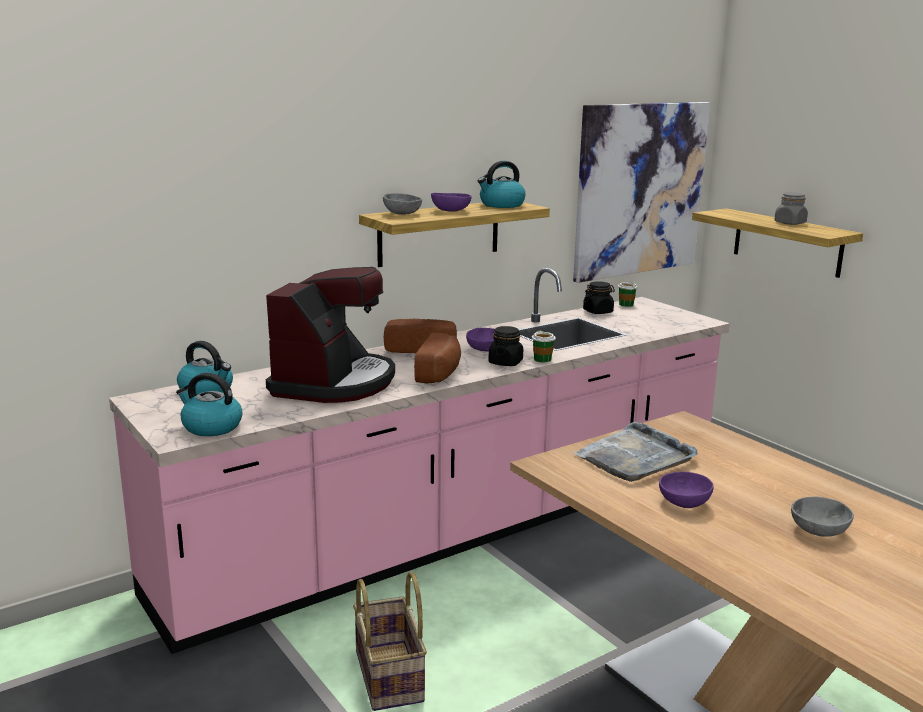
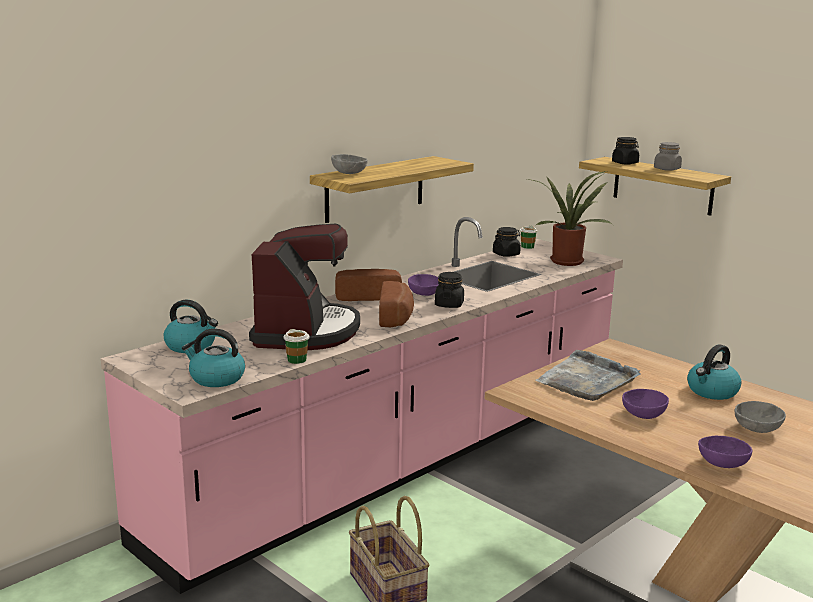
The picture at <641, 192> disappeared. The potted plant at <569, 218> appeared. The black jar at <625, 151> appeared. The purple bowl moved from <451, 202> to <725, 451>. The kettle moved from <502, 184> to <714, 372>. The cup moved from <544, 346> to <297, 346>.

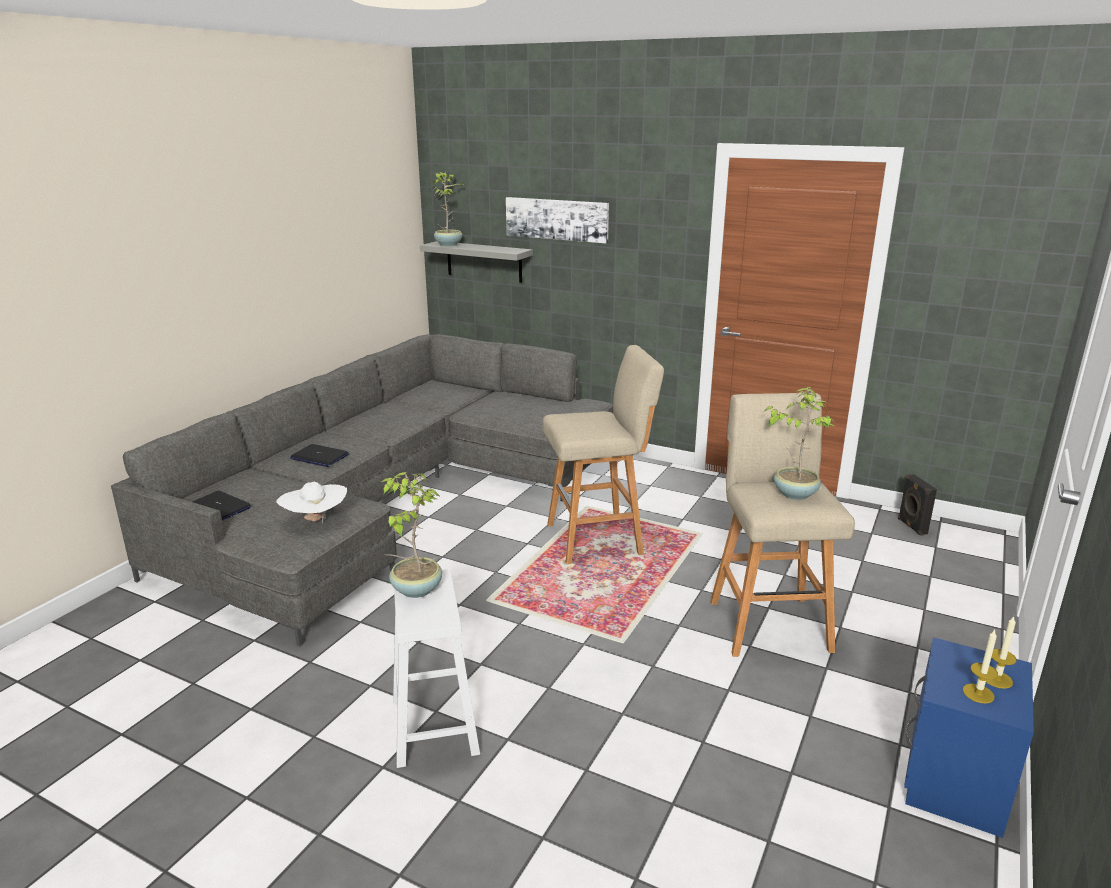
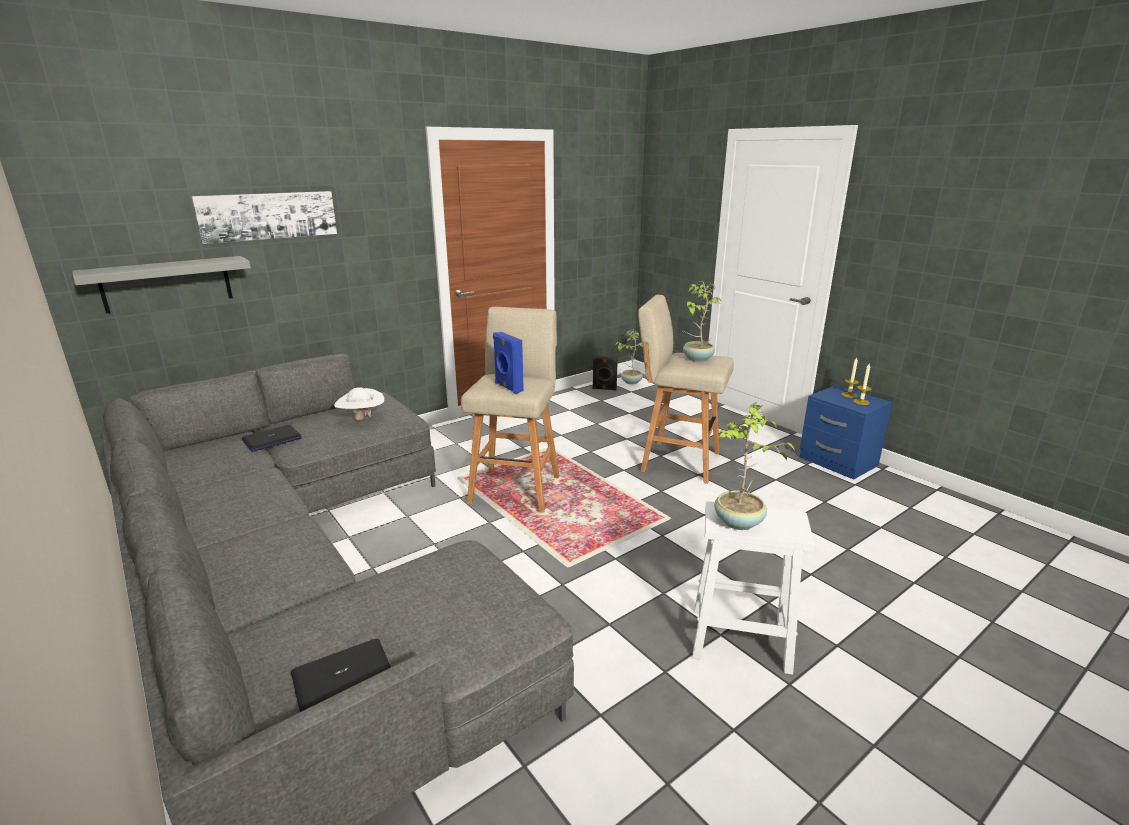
The blue speaker at <508, 363> appeared. The white hat moved from <311, 502> to <359, 403>. The laptop moved from <319, 455> to <272, 438>. The potted plant moved from <448, 209> to <629, 357>.

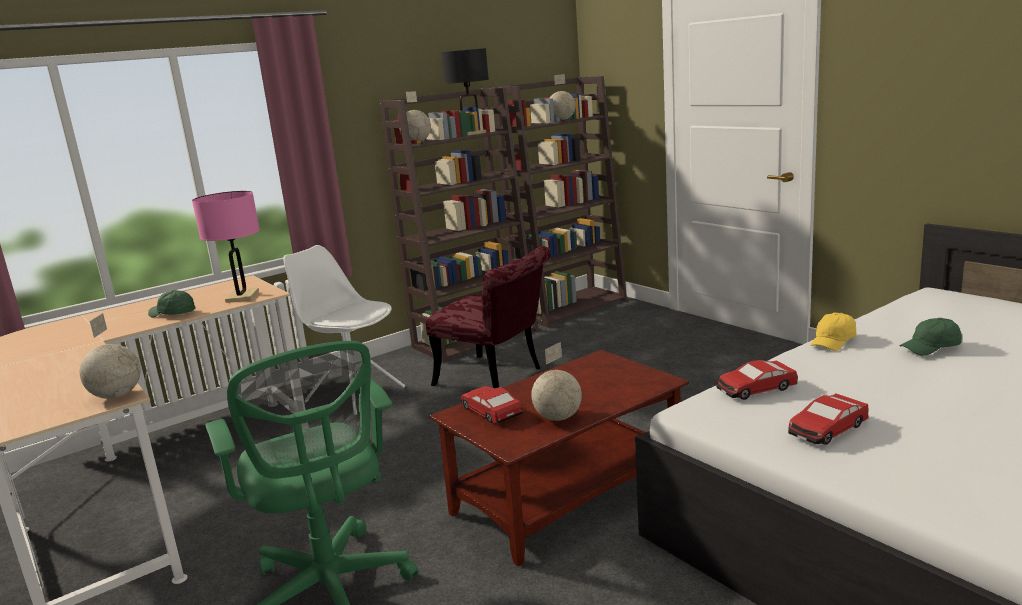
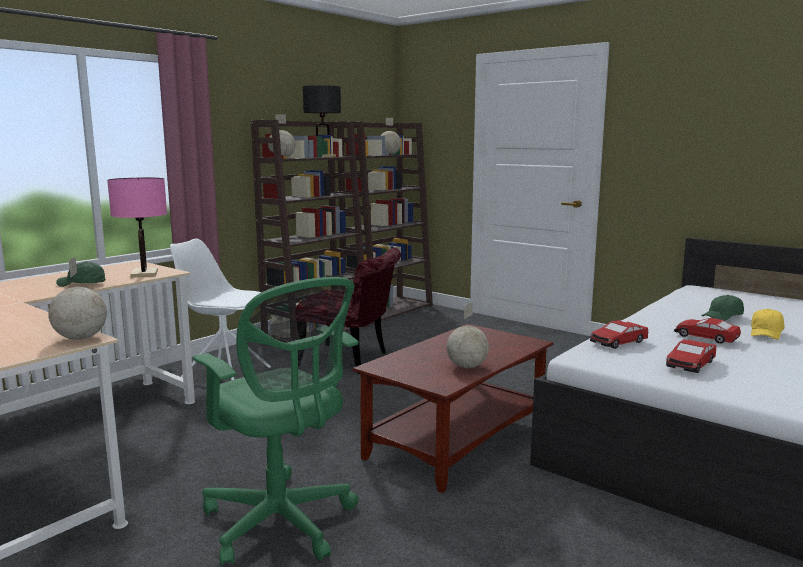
The toy car moved from <491, 405> to <707, 331>. The yellow cap moved from <833, 332> to <767, 324>.

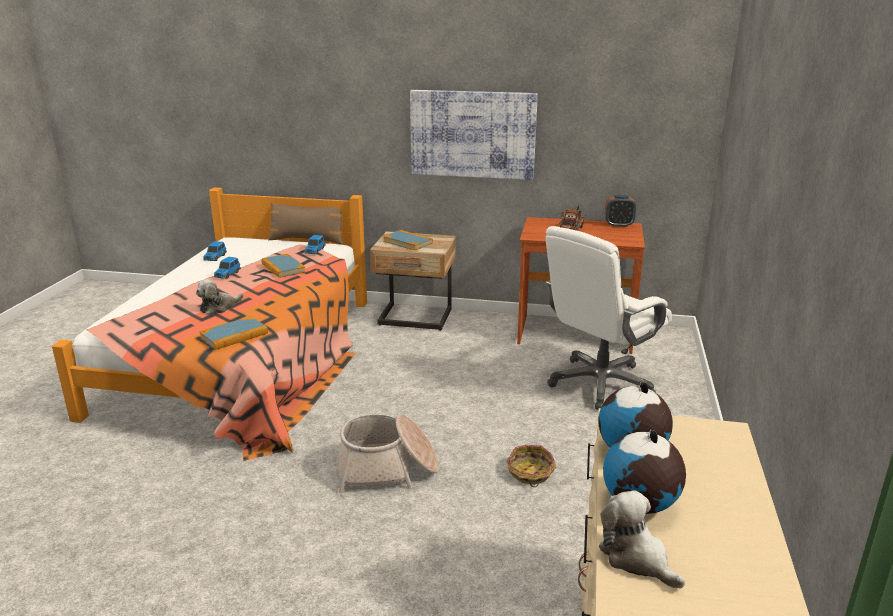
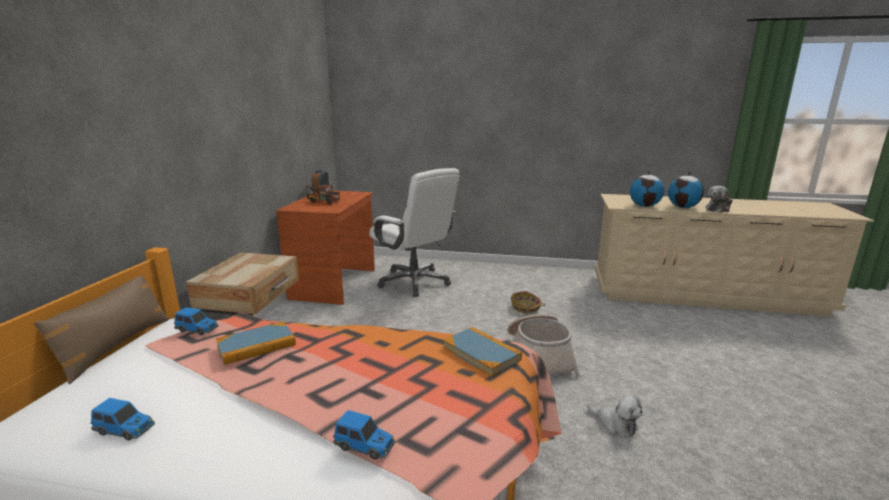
The book at <408, 240> disappeared. The picture at <474, 135> disappeared. The plush toy moved from <220, 297> to <614, 416>. The toy car moved from <227, 268> to <364, 434>.

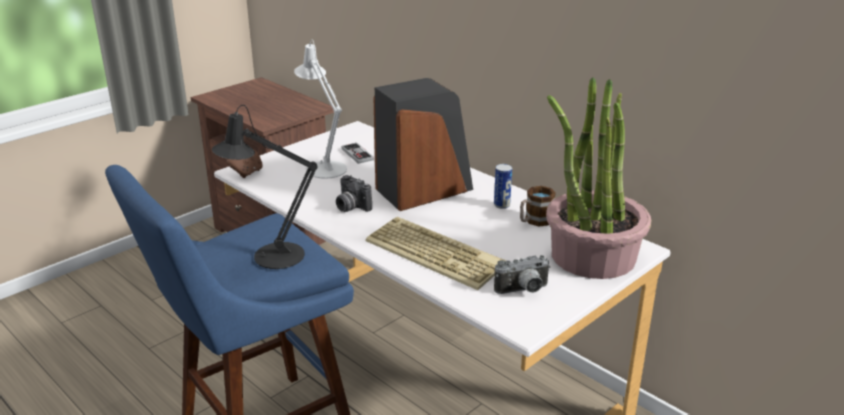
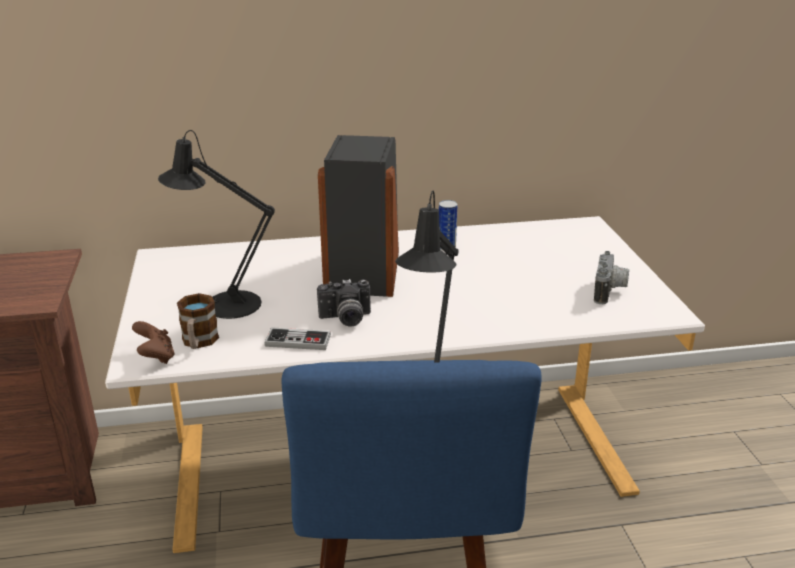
The keyboard at <436, 253> disappeared. The potted plant at <598, 178> disappeared. The game controller moved from <357, 153> to <297, 338>. The mug moved from <538, 206> to <198, 321>. The white table lamp at <320, 109> became the black table lamp at <216, 224>.

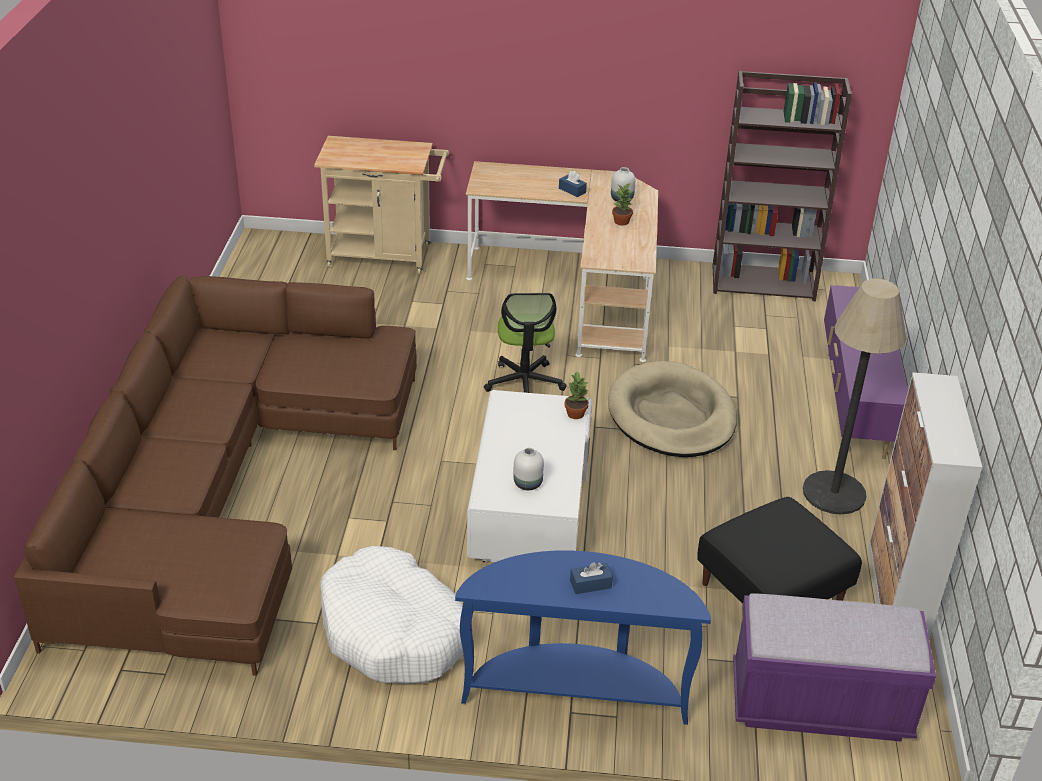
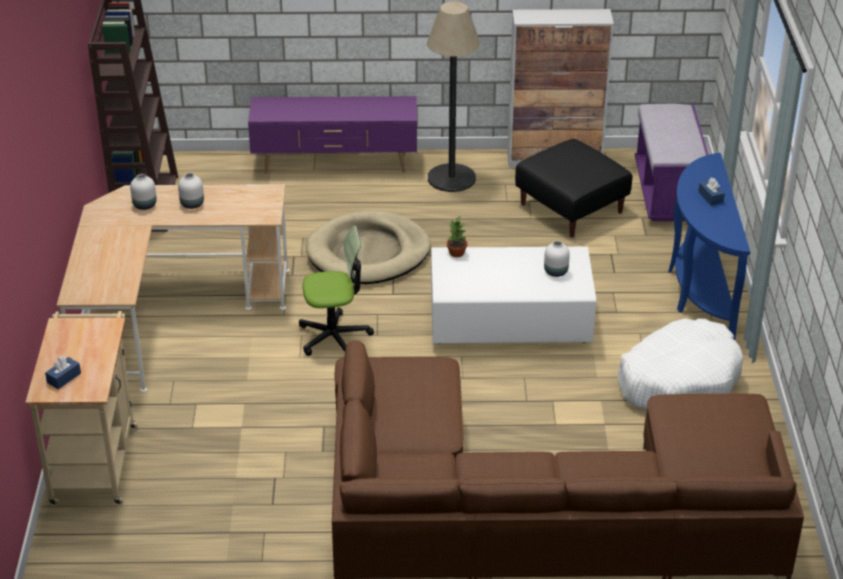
The blue tissue box moved from <573, 184> to <63, 372>. The potted plant at <622, 204> was replaced by the white vase at <191, 191>.

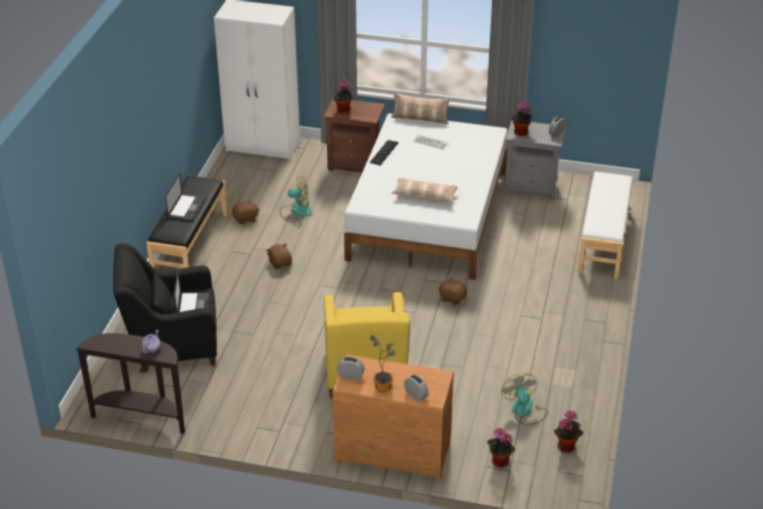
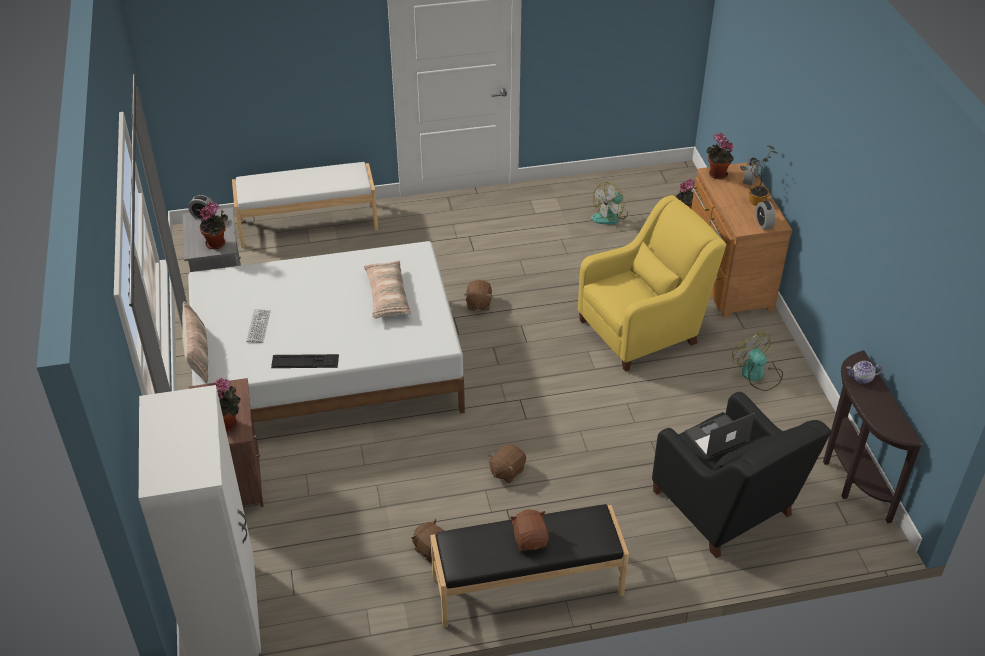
The fan moved from <296, 198> to <757, 361>. The potted plant moved from <568, 431> to <720, 156>. The laptop at <185, 197> was replaced by the brown plush toy at <529, 530>.

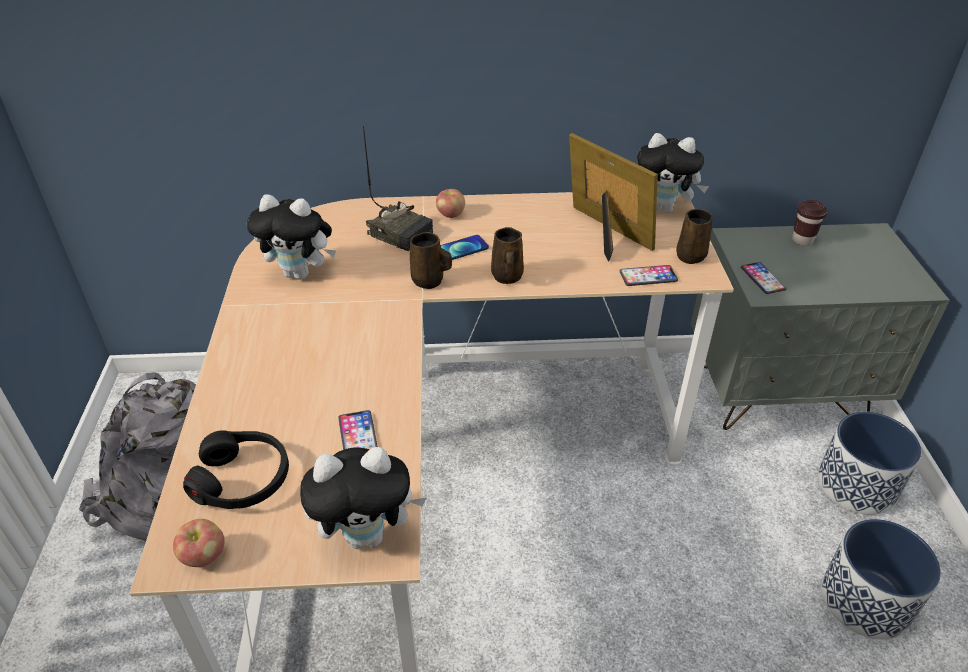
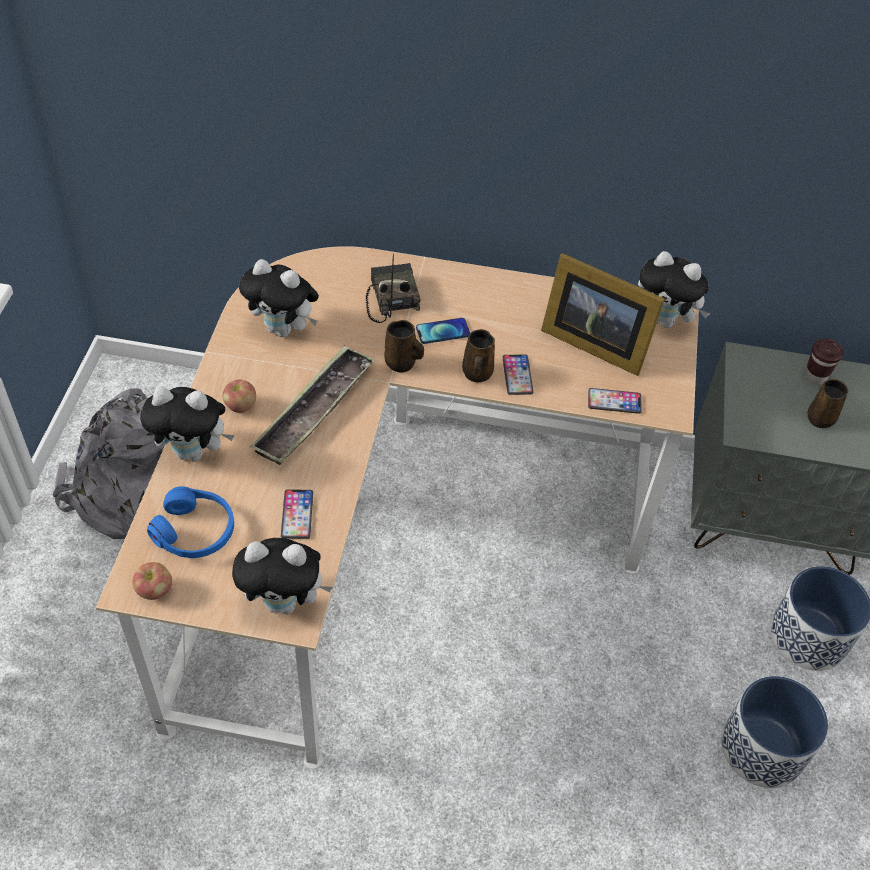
The plush toy at <187, 424> appeared. The tray at <312, 405> appeared. The apple moved from <450, 203> to <239, 396>. The brown mug moved from <694, 236> to <828, 403>. The phone moved from <763, 278> to <518, 374>. The black headphones at <236, 469> became the blue headphones at <190, 522>. The radio at <398, 189> turned 150 degrees counterclockwise. The picture frame at <613, 197> turned 150 degrees clockwise.

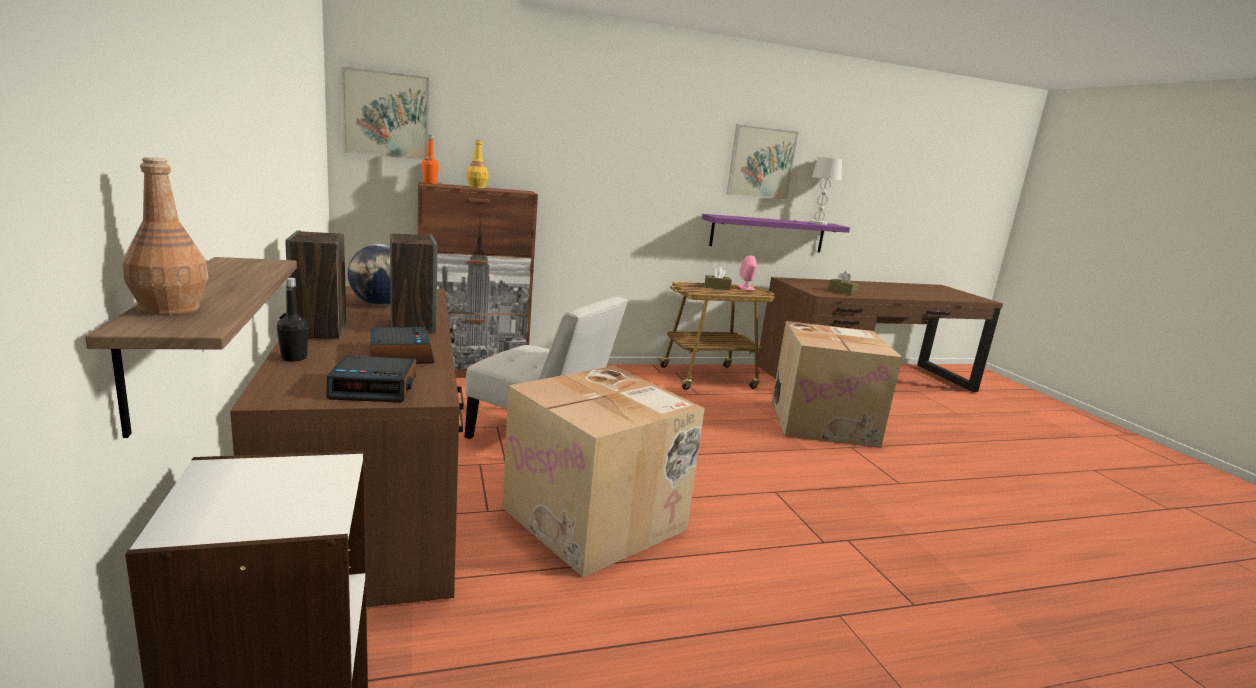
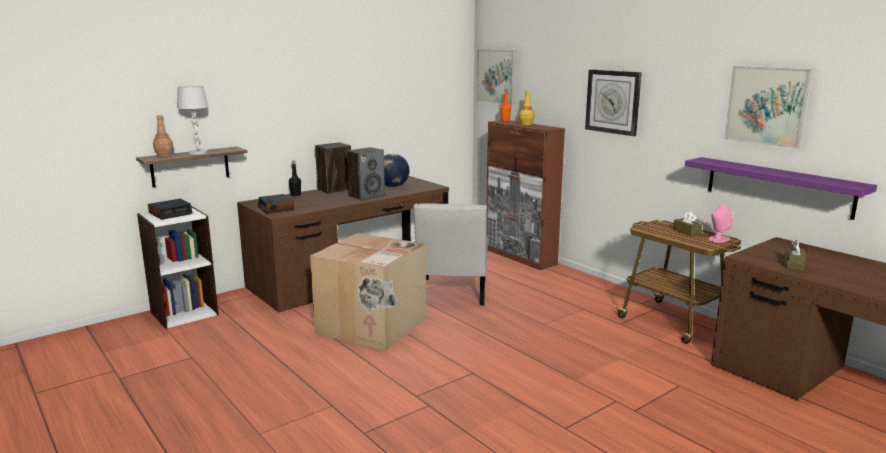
The cardboard box at <837, 384> disappeared. The wall clock at <613, 102> appeared. The alarm clock moved from <402, 345> to <170, 209>. The white table lamp moved from <826, 191> to <193, 120>.

